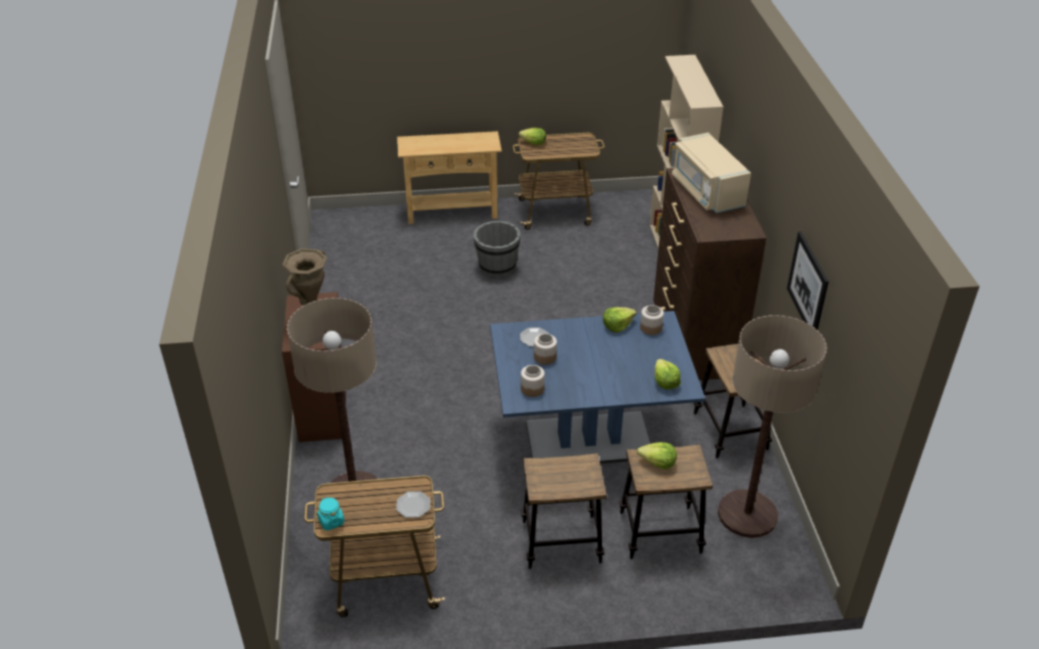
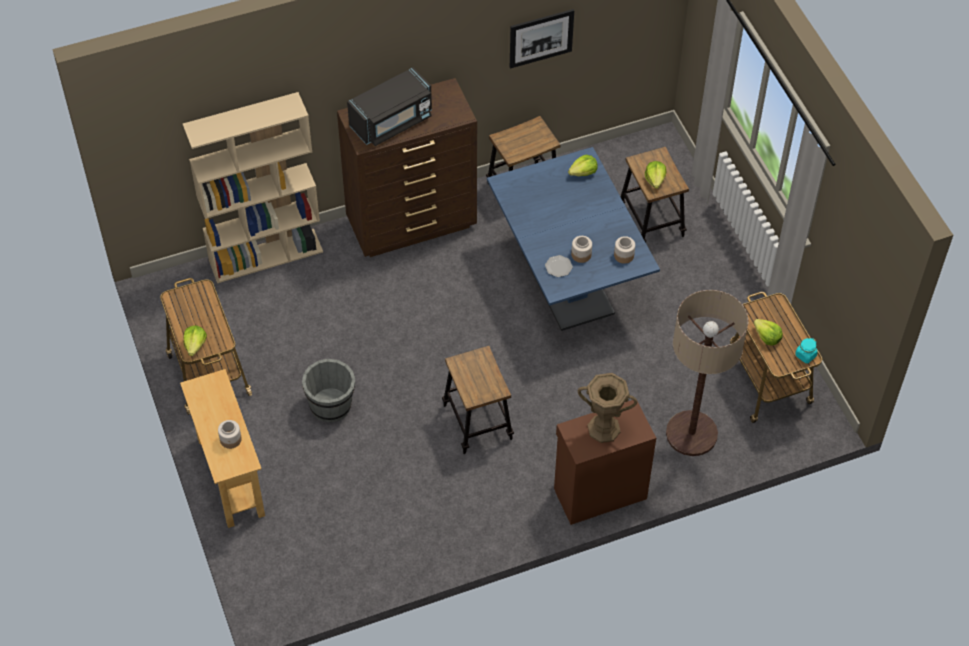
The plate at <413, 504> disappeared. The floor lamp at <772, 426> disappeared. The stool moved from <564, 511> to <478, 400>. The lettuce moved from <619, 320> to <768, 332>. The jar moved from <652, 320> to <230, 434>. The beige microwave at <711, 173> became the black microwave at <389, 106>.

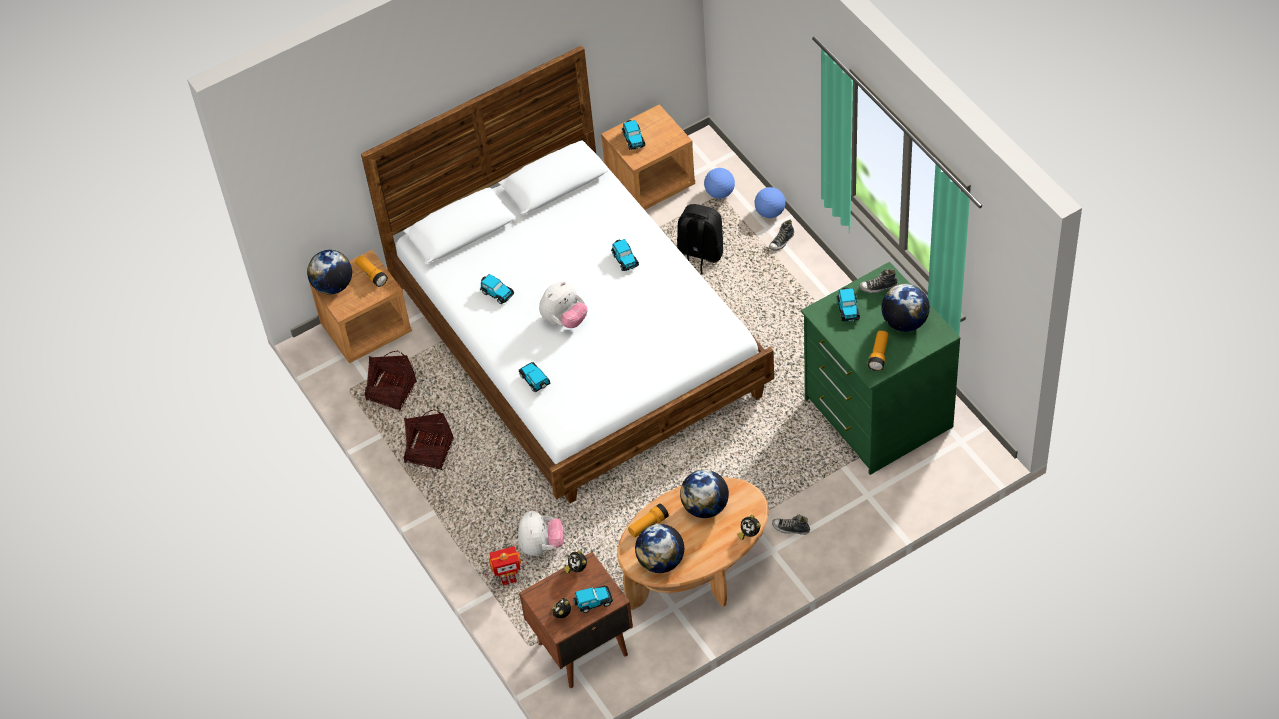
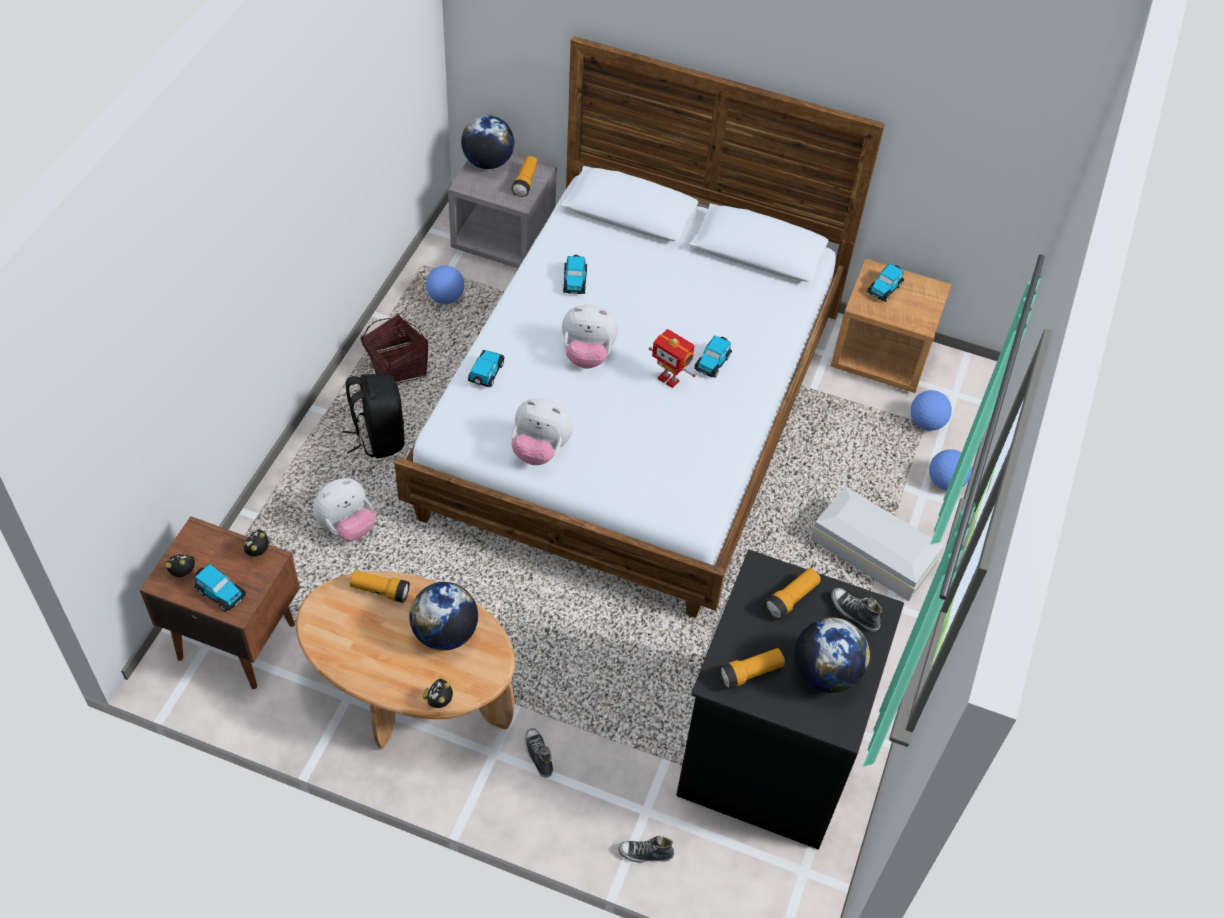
The globe at <659, 548> disappeared. The plush toy at <542, 431> appeared. The white storage box at <877, 543> appeared. The toy robot moved from <506, 565> to <672, 358>. The black backpack moved from <700, 239> to <373, 415>. The shoe moved from <781, 235> to <646, 849>. The basket at <391, 381> was replaced by the football at <445, 284>. The toy car at <848, 304> was replaced by the flashlight at <793, 594>. The brown nightstand at <360, 307> became the grey nightstand at <502, 210>. The green dresser at <881, 368> became the black dresser at <790, 699>.

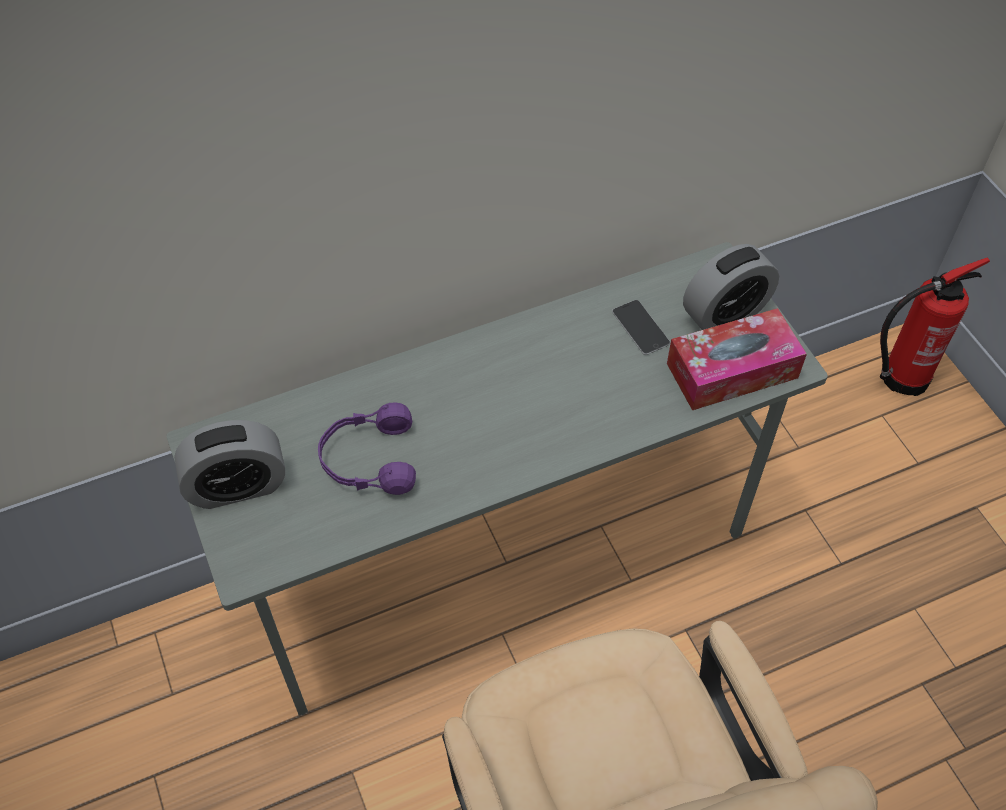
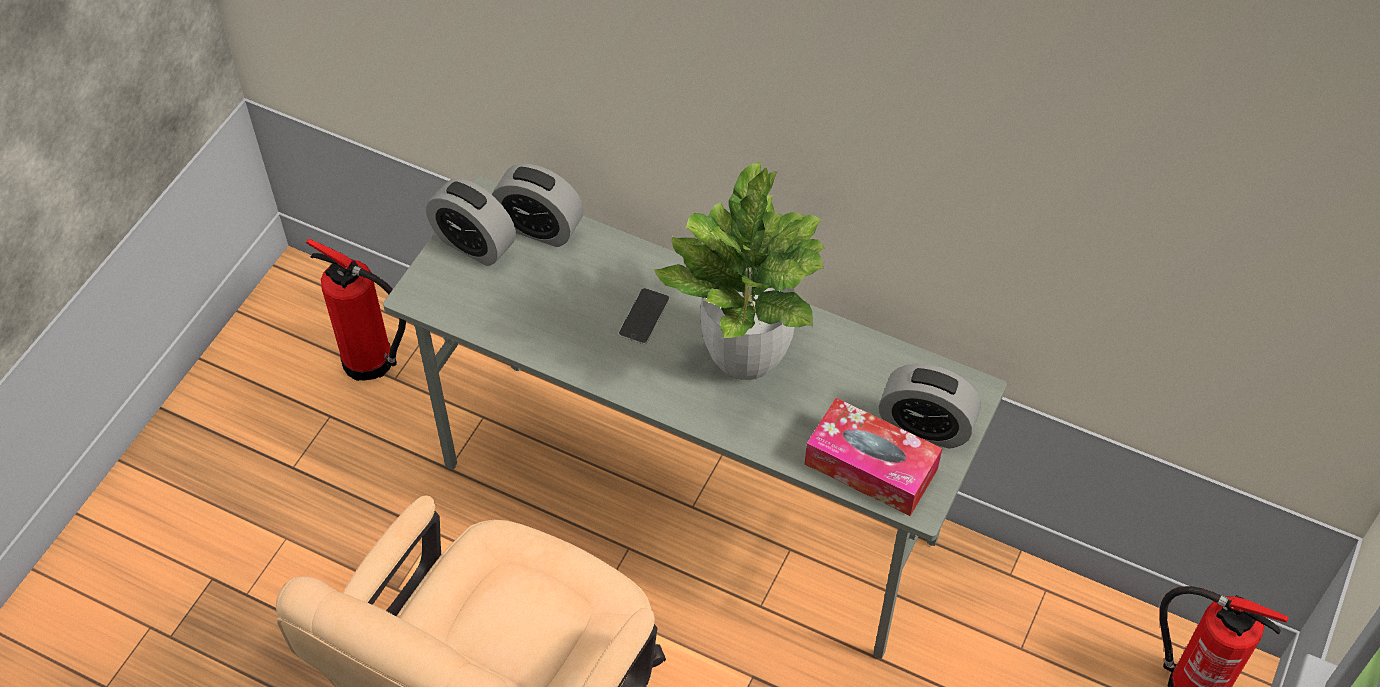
The purple headphones at <367, 448> disappeared. The fire extinguisher at <356, 310> appeared. The alarm clock at <538, 205> appeared. The potted plant at <739, 270> appeared. The phone moved from <641, 327> to <644, 316>.

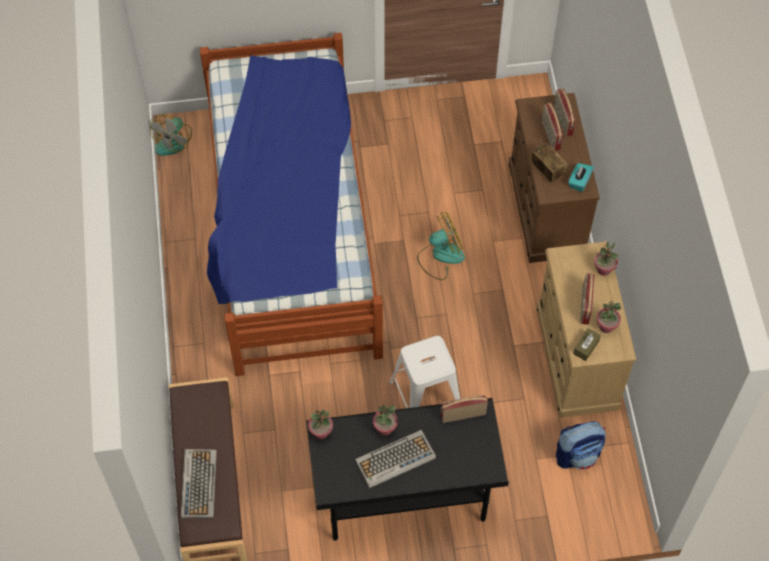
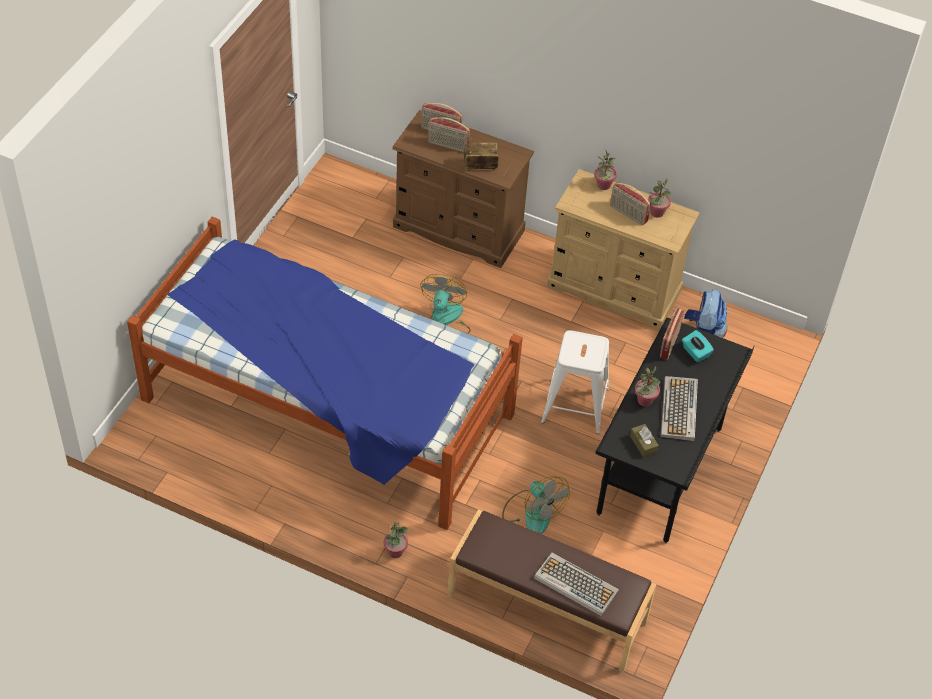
The fan moved from <171, 135> to <536, 505>. The potted plant moved from <320, 424> to <396, 540>. The turquoise tissue box moved from <581, 177> to <698, 346>. The brown tissue box moved from <587, 344> to <644, 441>.

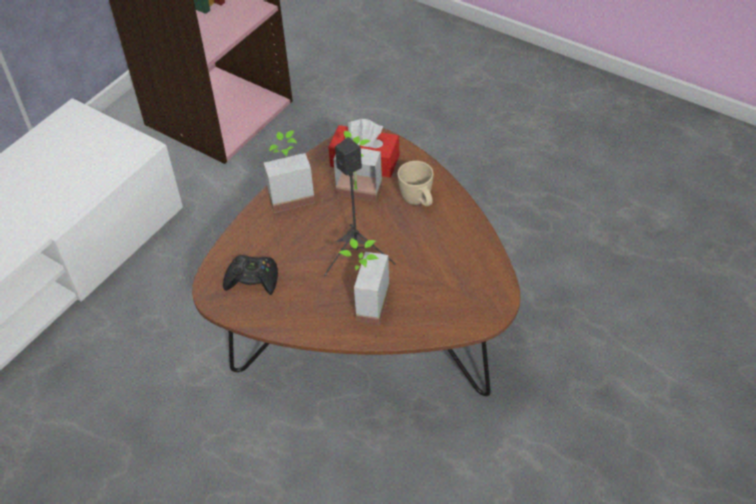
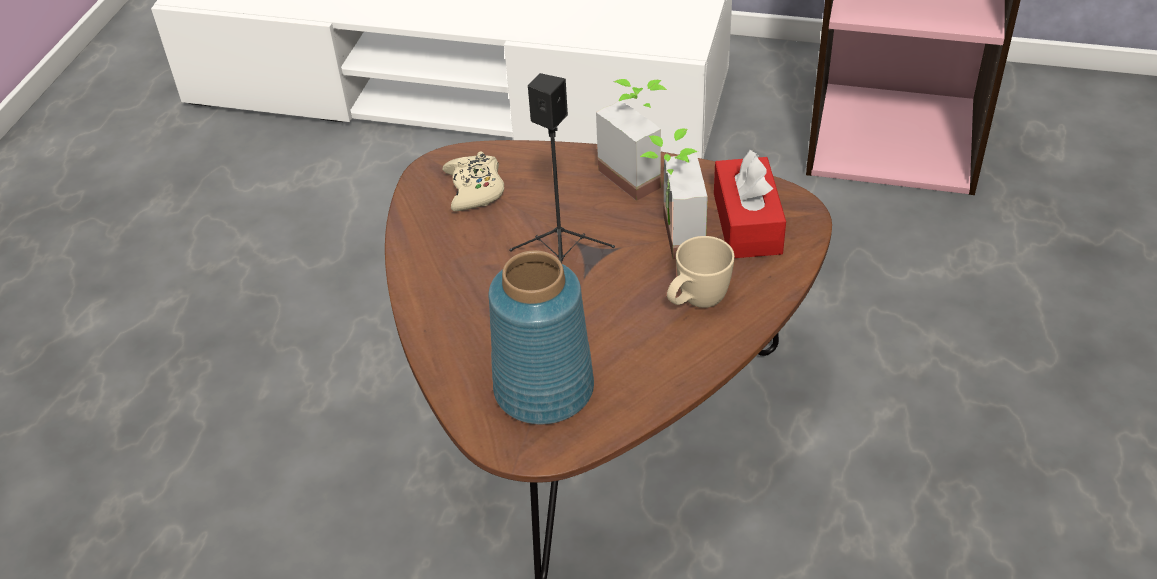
The potted plant at <364, 282> disappeared. The blue vase at <541, 337> appeared. The black game controller at <250, 275> became the beige game controller at <473, 181>.

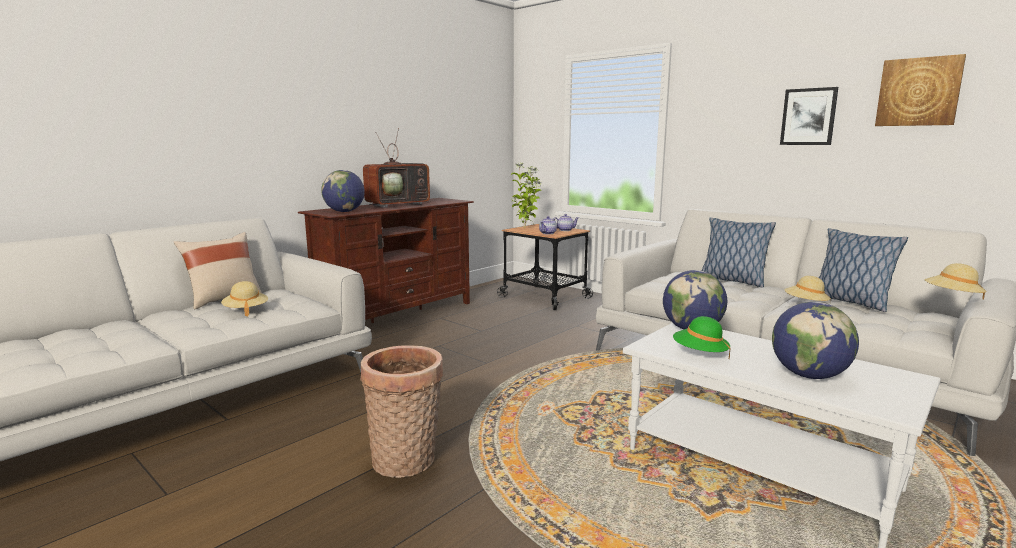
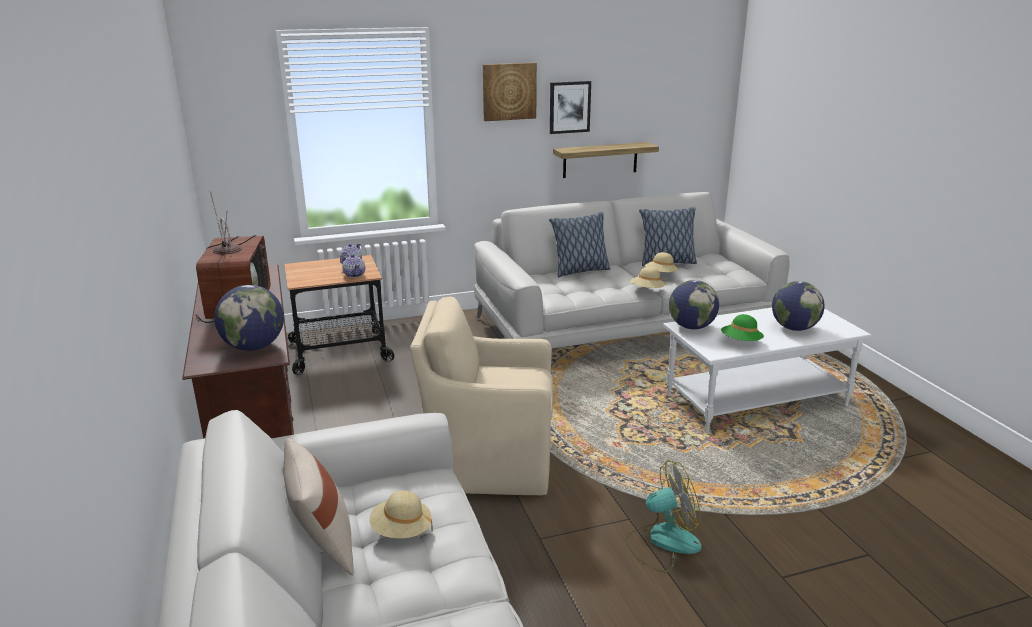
The potted plant at <526, 195> disappeared. The beige armchair at <481, 395> appeared. The shelf at <606, 160> appeared. The picture moved from <920, 90> to <510, 92>. The beige hat moved from <955, 281> to <648, 277>. The basket at <401, 411> was replaced by the fan at <663, 516>.

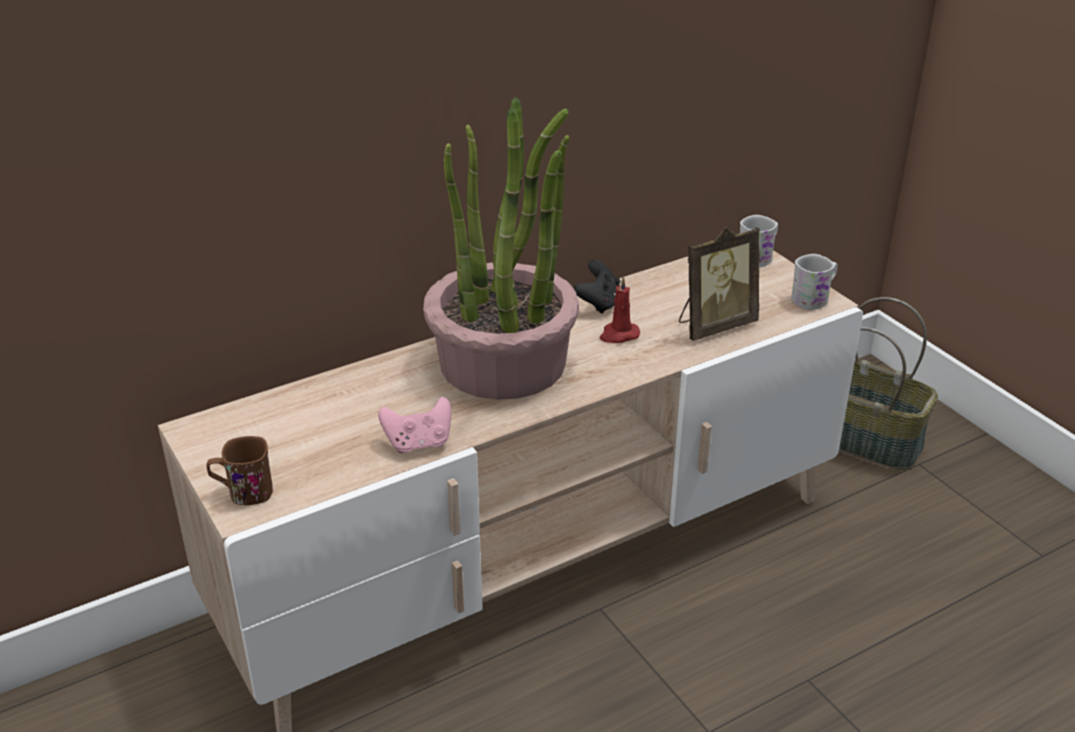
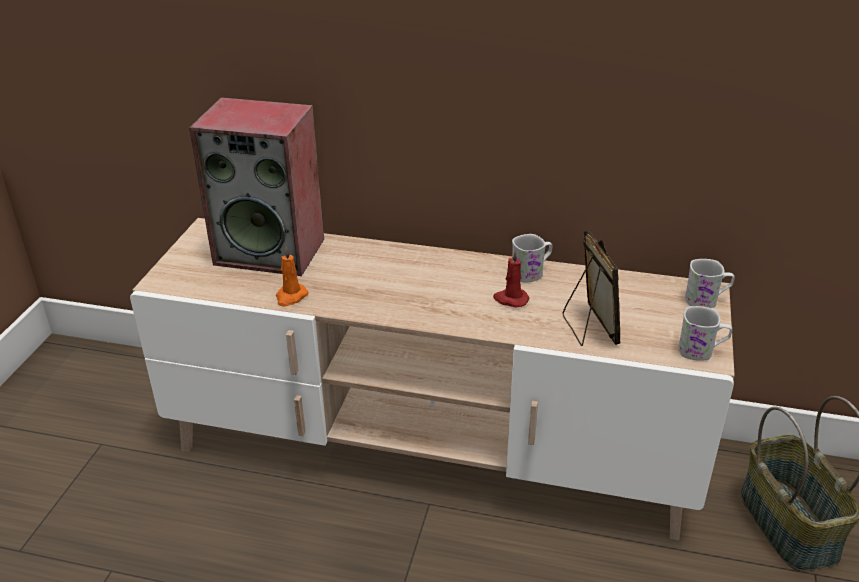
The brown mug at <239, 470> disappeared. The potted plant at <501, 248> disappeared. The speaker at <256, 186> appeared. The pink game controller at <414, 425> was replaced by the orange candle at <292, 277>. The black game controller at <597, 287> was replaced by the white mug at <532, 258>. The picture frame at <719, 284> turned 120 degrees counterclockwise.

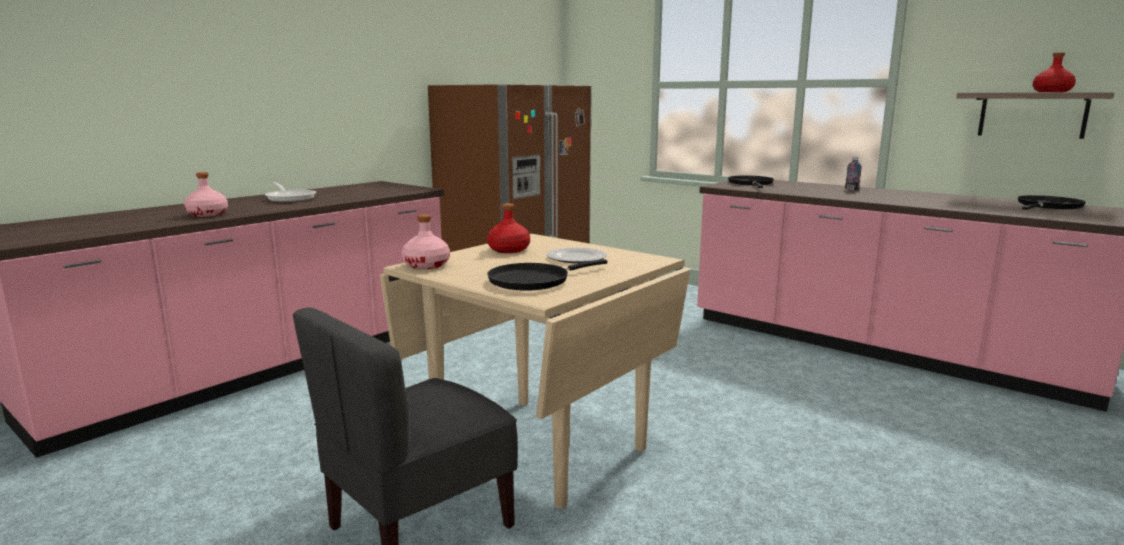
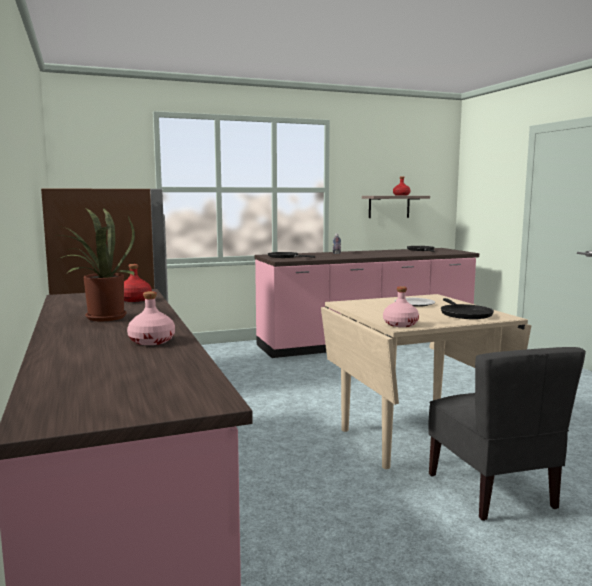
The red bottle moved from <508, 228> to <138, 283>. The frying pan at <290, 192> was replaced by the potted plant at <96, 264>.

